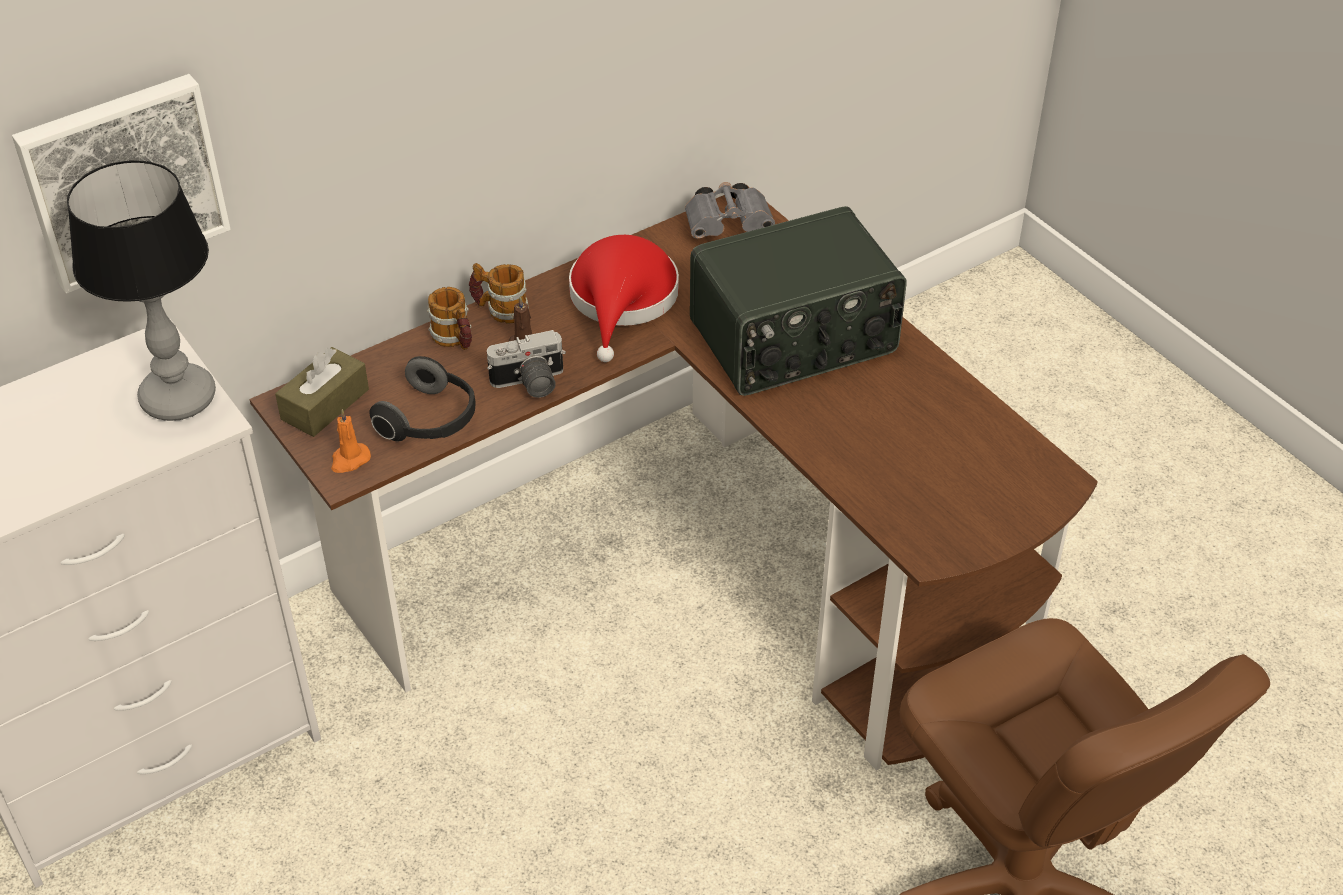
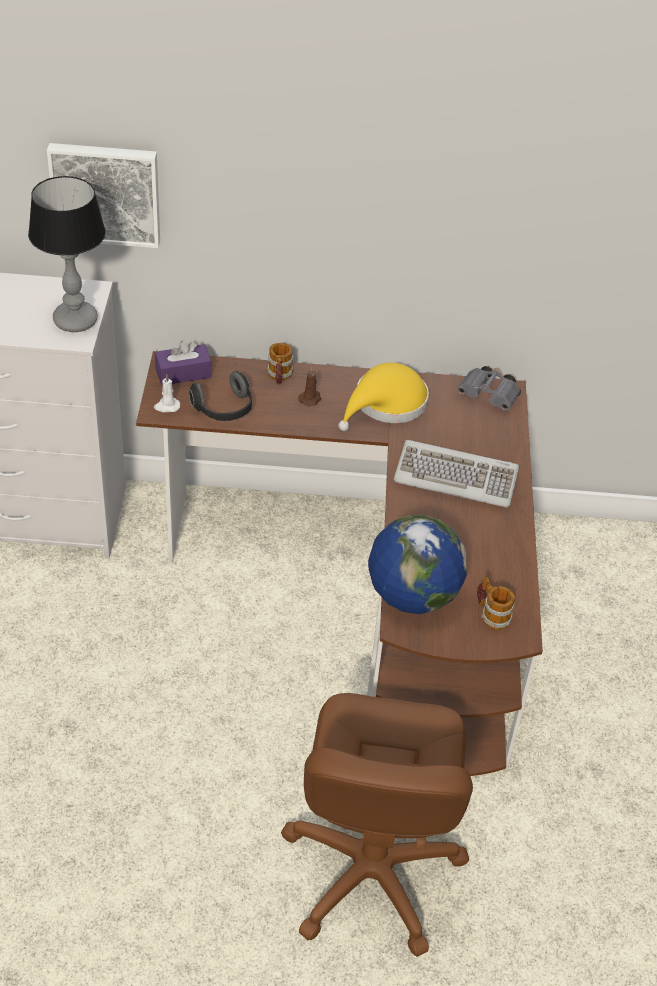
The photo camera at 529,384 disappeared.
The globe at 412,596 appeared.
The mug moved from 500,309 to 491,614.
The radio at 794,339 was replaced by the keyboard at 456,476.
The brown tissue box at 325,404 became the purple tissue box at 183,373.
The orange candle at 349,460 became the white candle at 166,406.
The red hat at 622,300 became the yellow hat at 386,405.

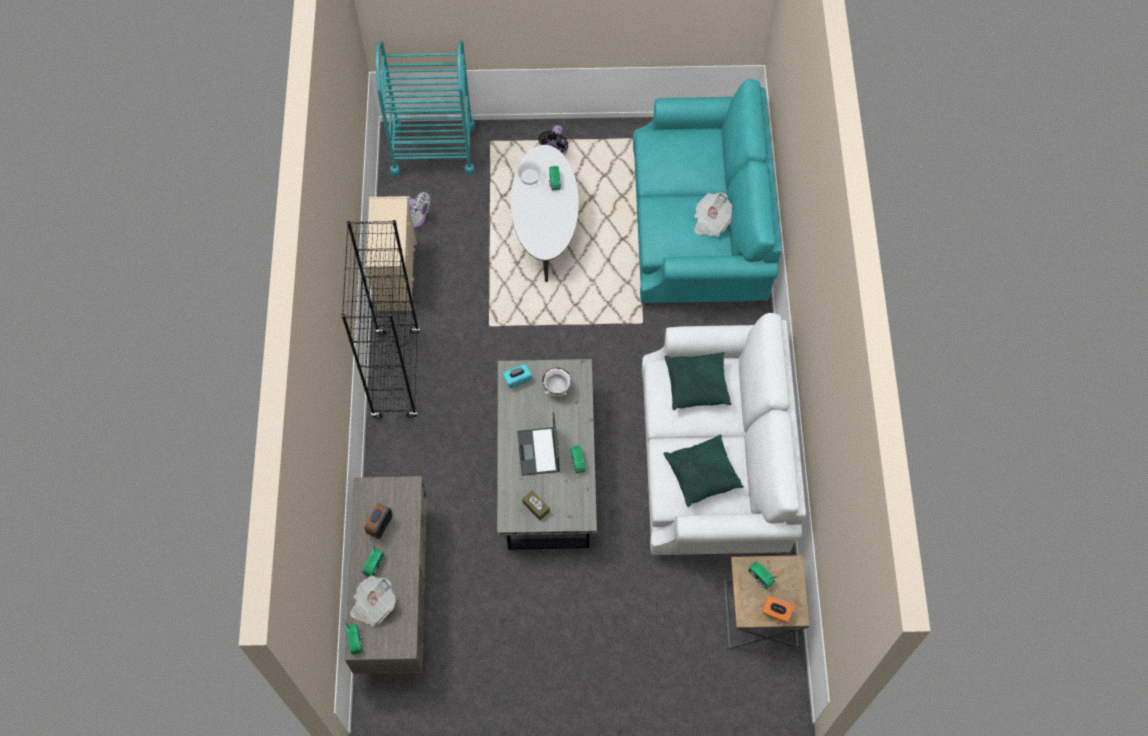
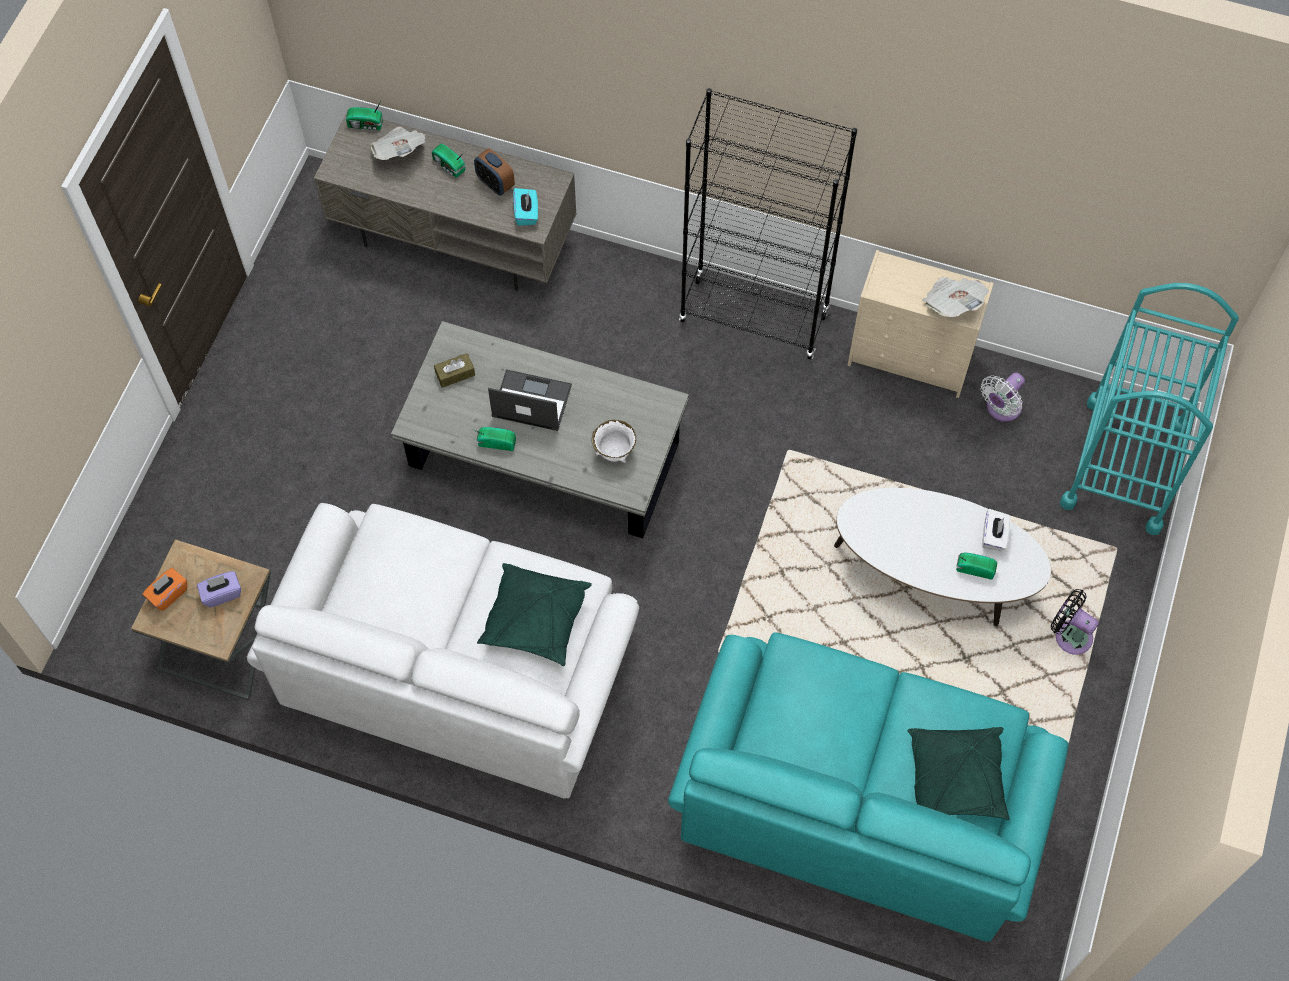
The turquoise tissue box moved from 517,379 to 526,213.
The green pillow moved from 702,474 to 956,779.
The newspaper moved from 711,221 to 952,304.
The bowl at 529,177 was replaced by the white tissue box at 994,536.
The radio at 761,578 was replaced by the purple tissue box at 222,593.

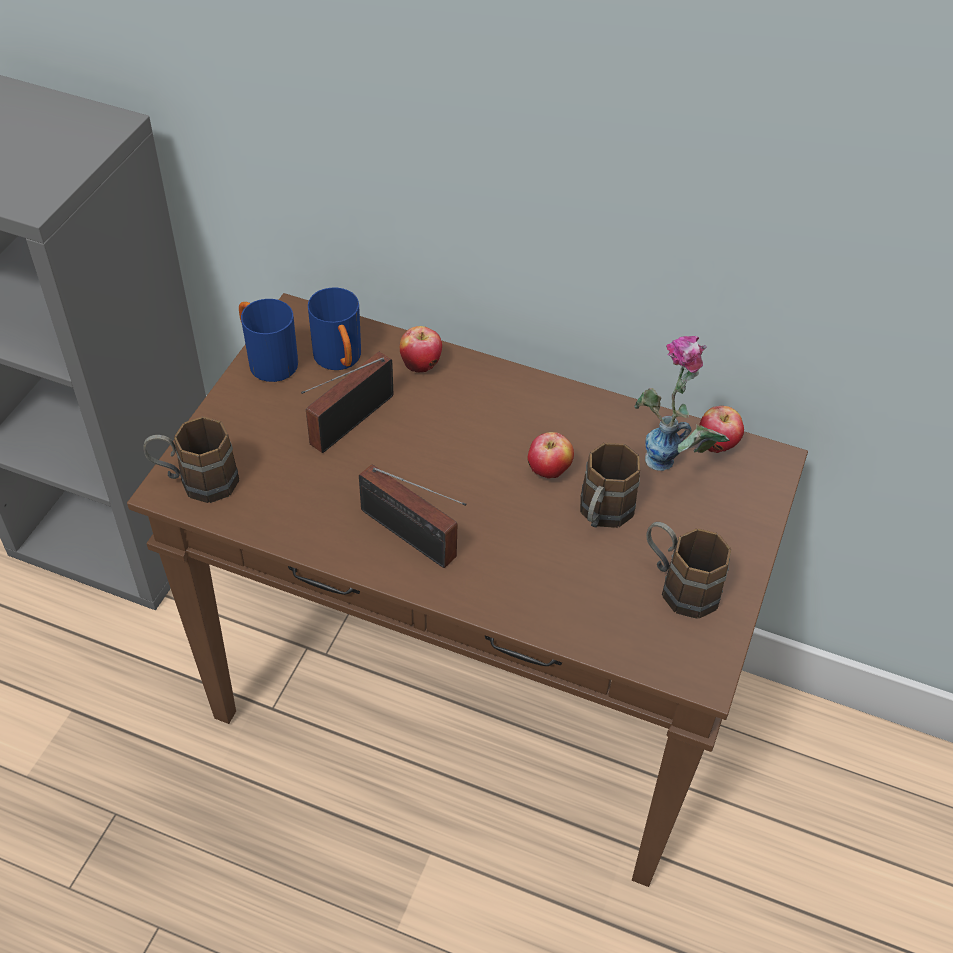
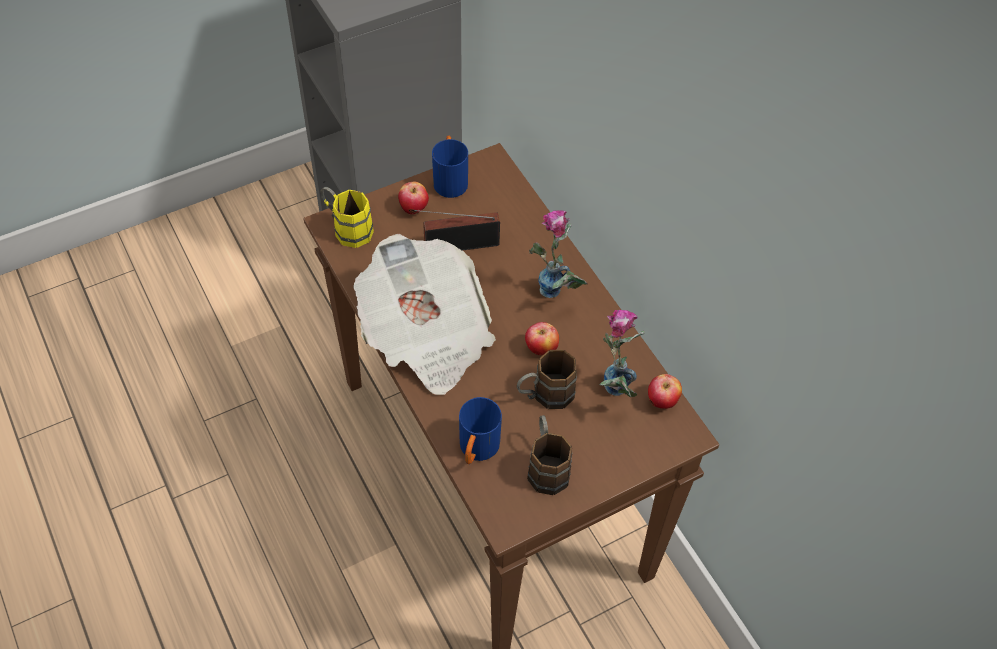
The vase at 554,301 appeared.
The blue mug moved from 340,361 to 477,451.
The apple moved from 421,365 to 414,209.
The radio at 412,538 was replaced by the newspaper at 426,335.
The brown mug at 196,481 became the yellow mug at 347,228.

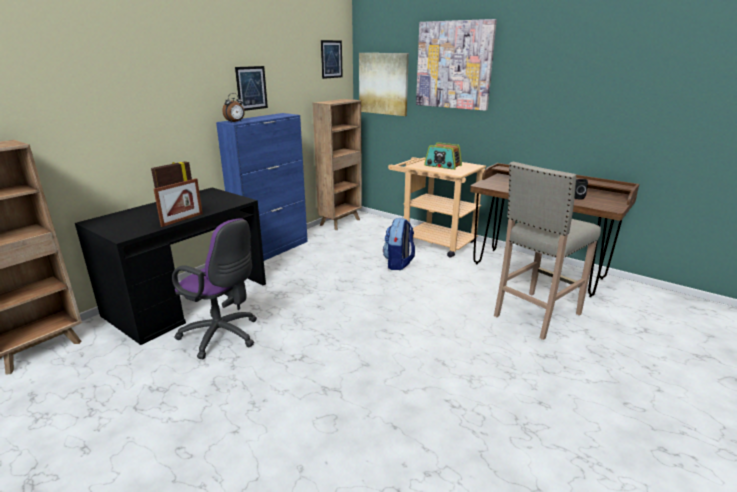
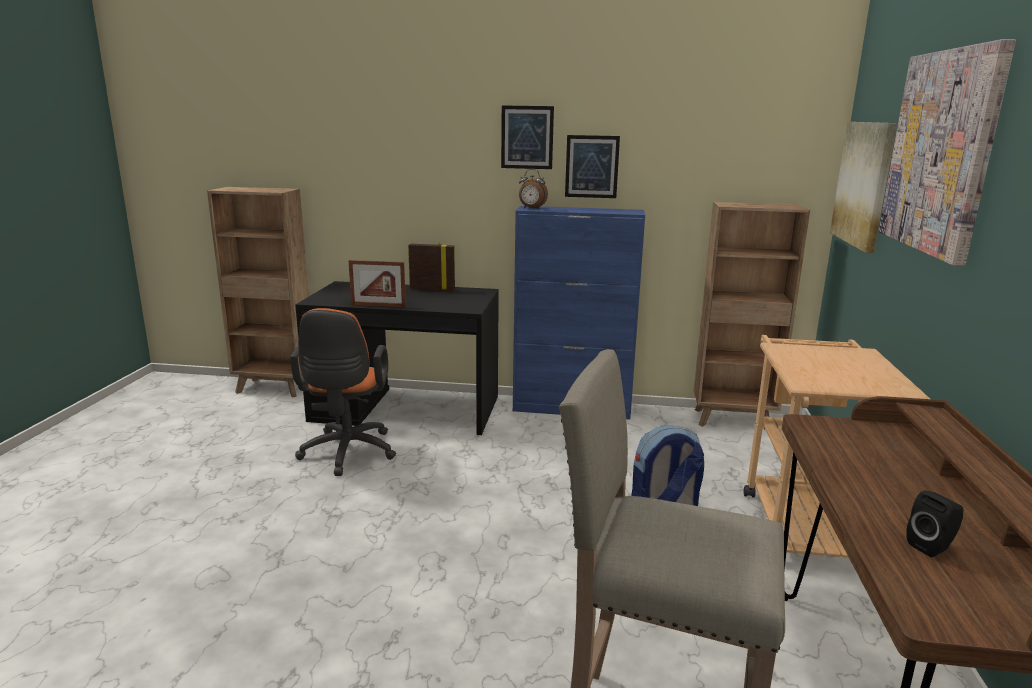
The radio at 442,166 disappeared.
The picture moved from 331,59 to 527,137.
The purple office chair at 223,336 became the orange office chair at 347,454.

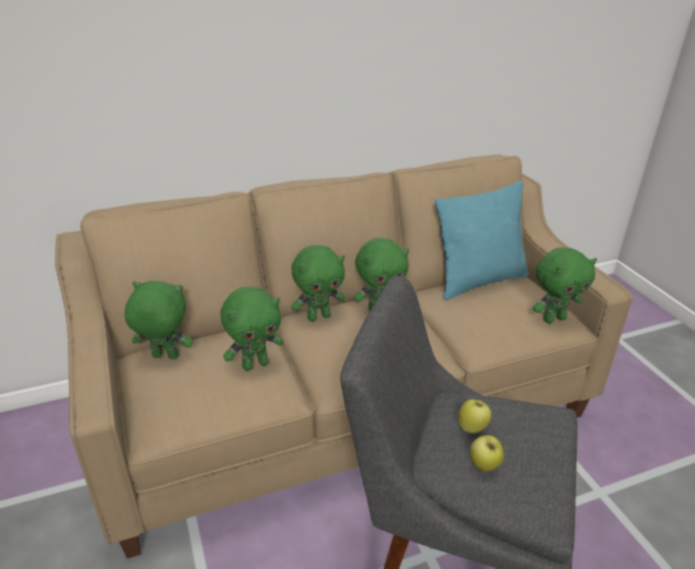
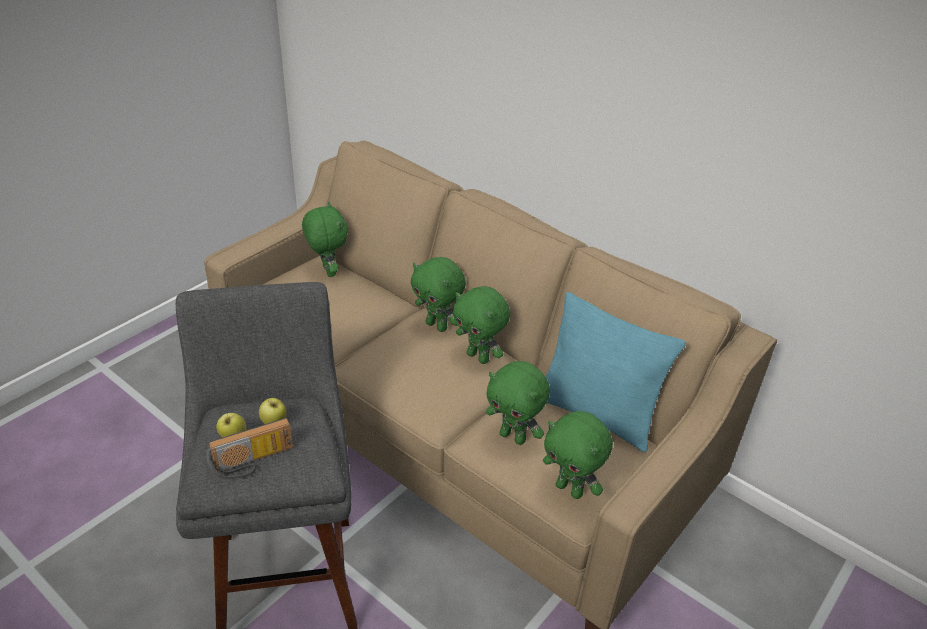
The radio at 253,463 appeared.
The green plush toy moved from 255,364 to 513,437.

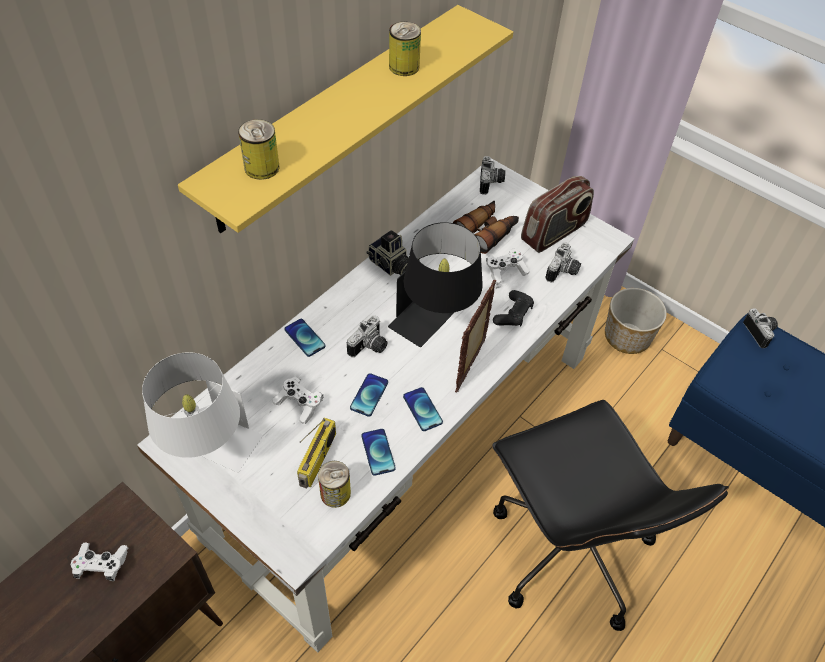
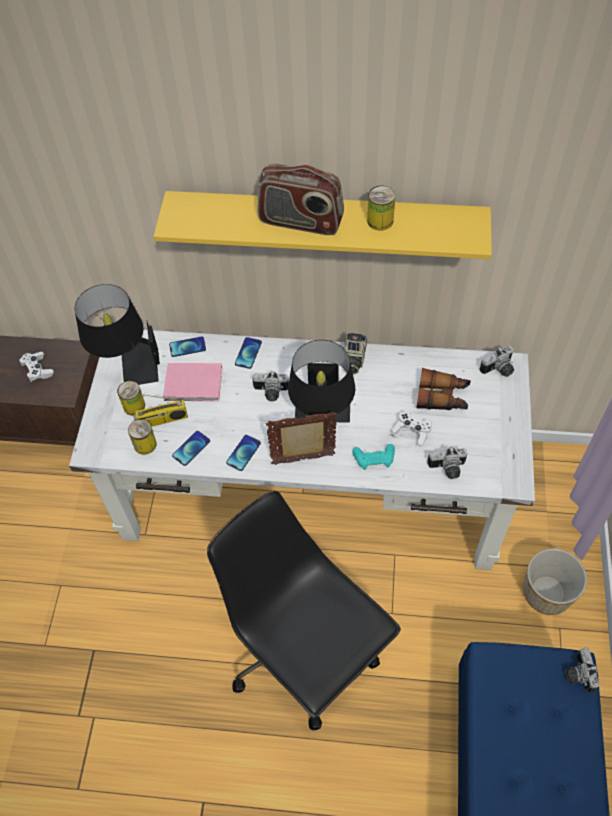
The can moved from 262,167 to 134,406.
The phone moved from 369,395 to 187,347.
The radio moved from 554,233 to 301,221.
The white game controller at 299,404 was replaced by the pink book at 195,384.
The white table lamp at 211,453 became the black table lamp at 127,365.
The black game controller at 513,314 became the turquoise game controller at 374,459.
The black office chair at 568,548 turned 105 degrees clockwise.
The photo camera at 761,332 turned 135 degrees clockwise.

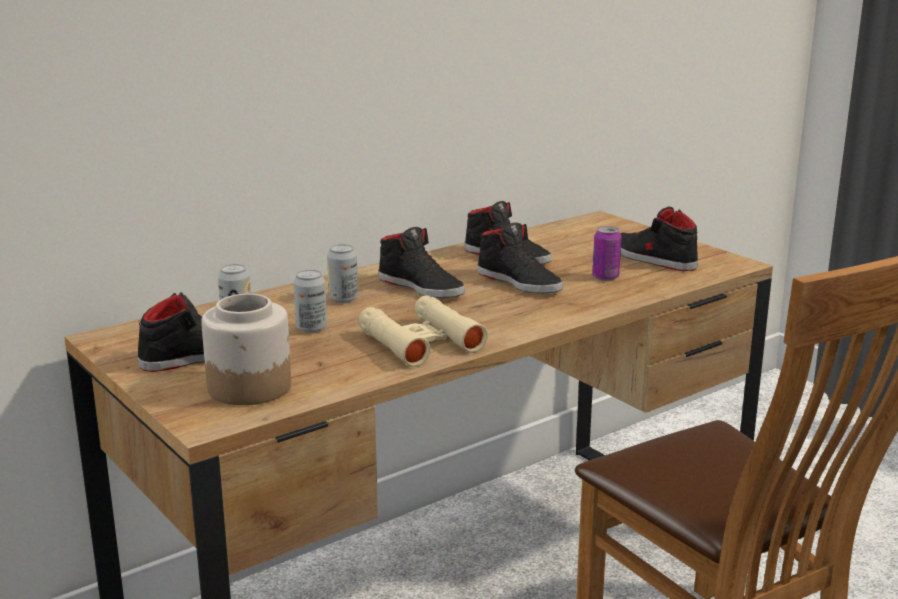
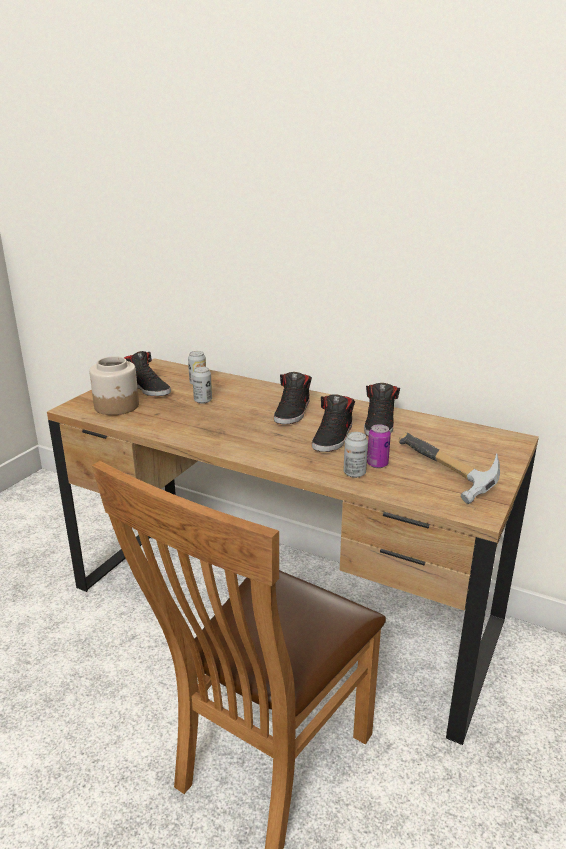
The beige binoculars at 421,342 disappeared.
The can moved from 343,299 to 354,473.
The black shoe at 651,258 was replaced by the hammer at 443,475.

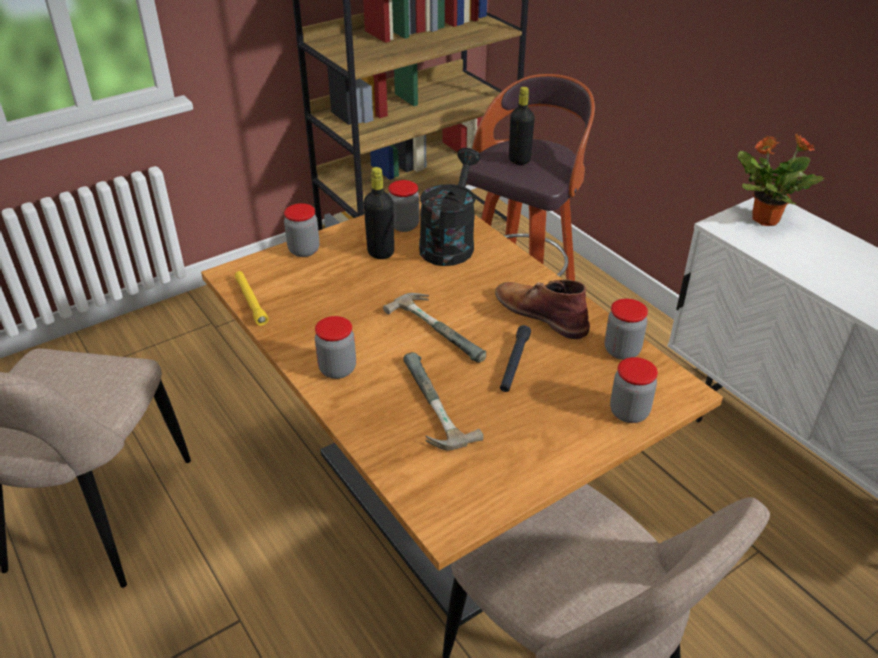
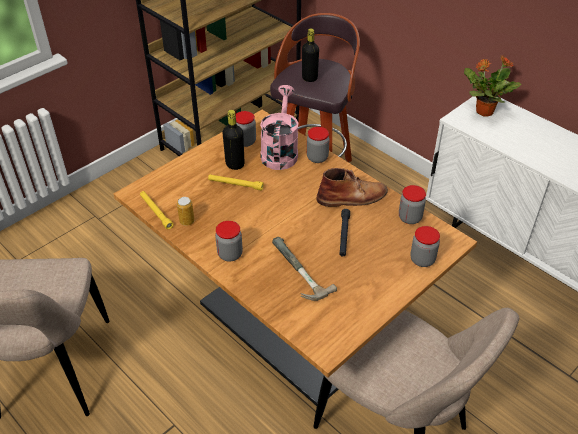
The hammer at 443,328 disappeared.
The can at 187,221 appeared.
The yellow flashlight at 235,185 appeared.
The jar moved from 304,250 to 317,158.
The black watering can at 449,242 became the pink watering can at 280,151.
The brown boot at 540,313 turned 135 degrees clockwise.

